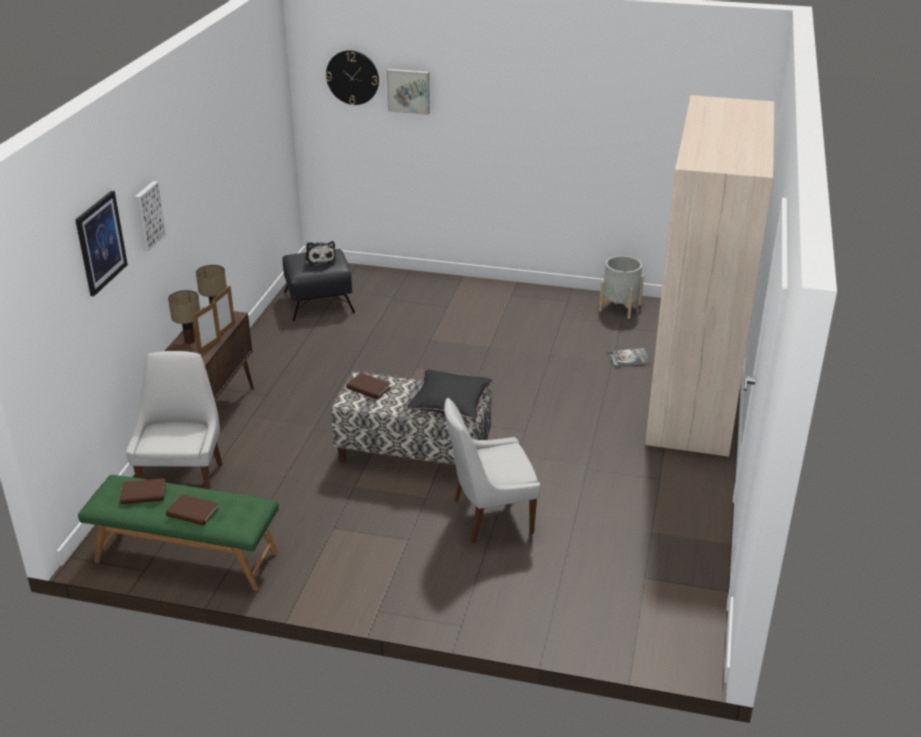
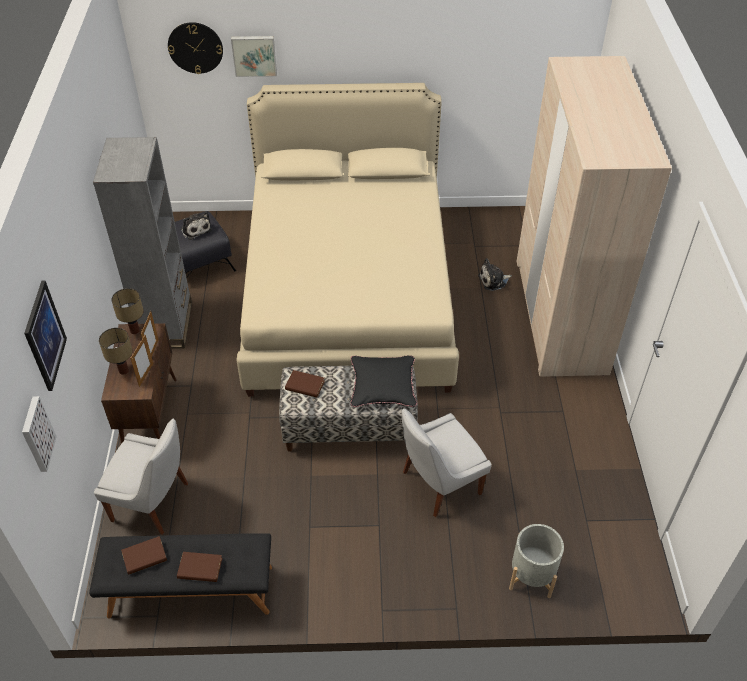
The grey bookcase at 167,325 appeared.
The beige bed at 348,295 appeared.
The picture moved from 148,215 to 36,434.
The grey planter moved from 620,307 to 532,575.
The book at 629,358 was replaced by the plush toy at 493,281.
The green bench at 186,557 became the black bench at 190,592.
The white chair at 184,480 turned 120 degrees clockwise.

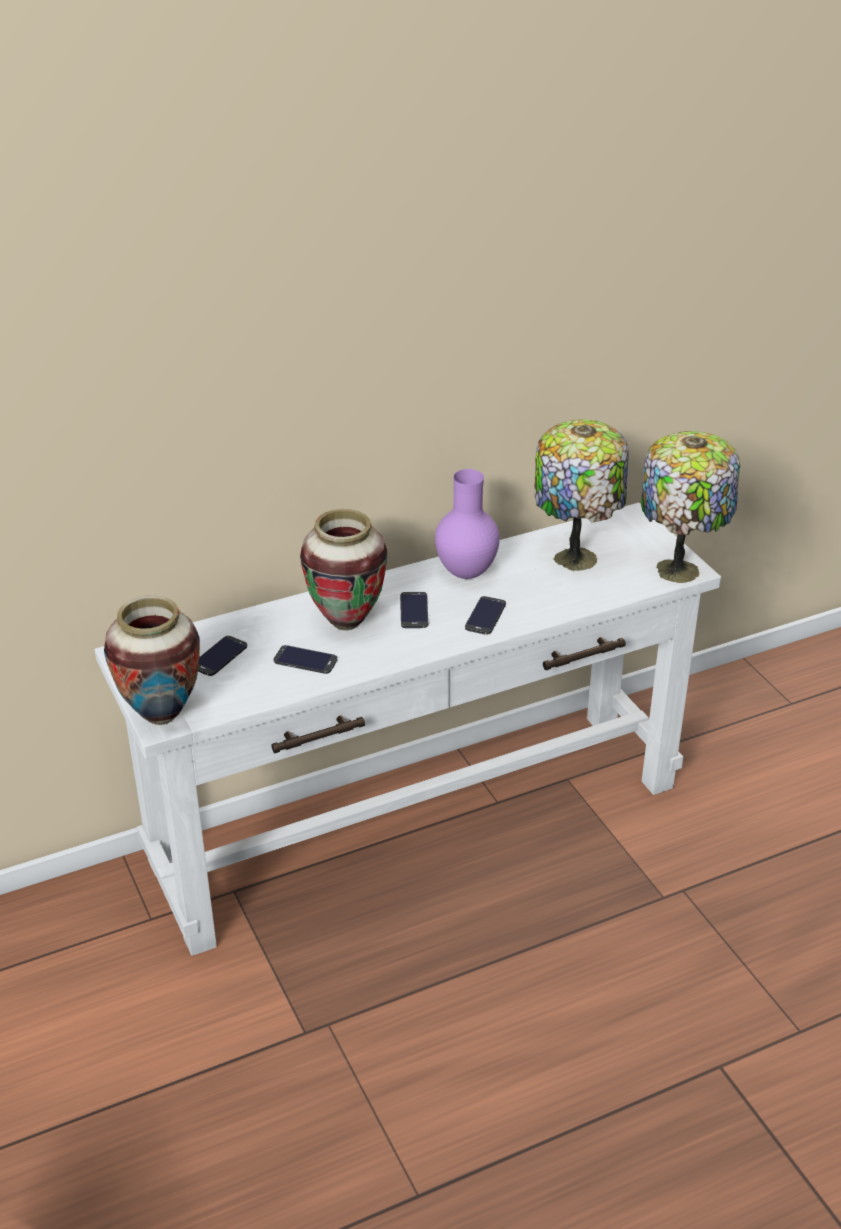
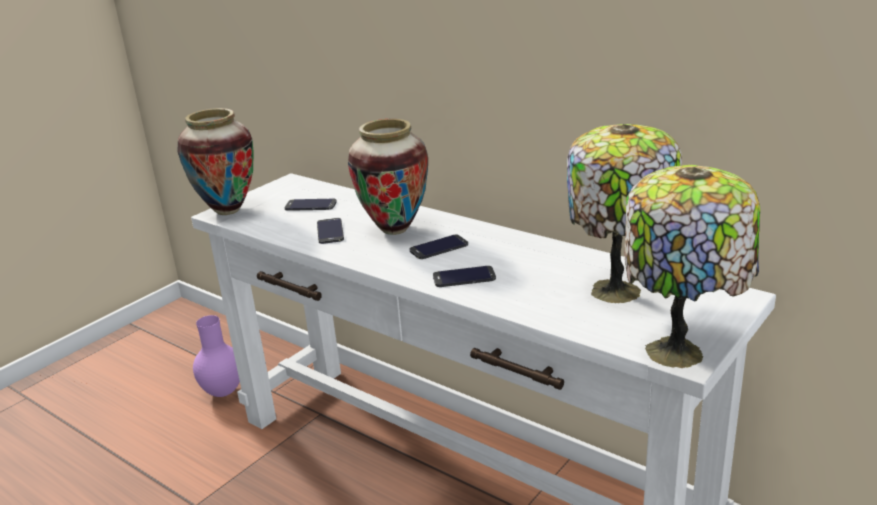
The purple vase moved from 467,574 to 222,393.

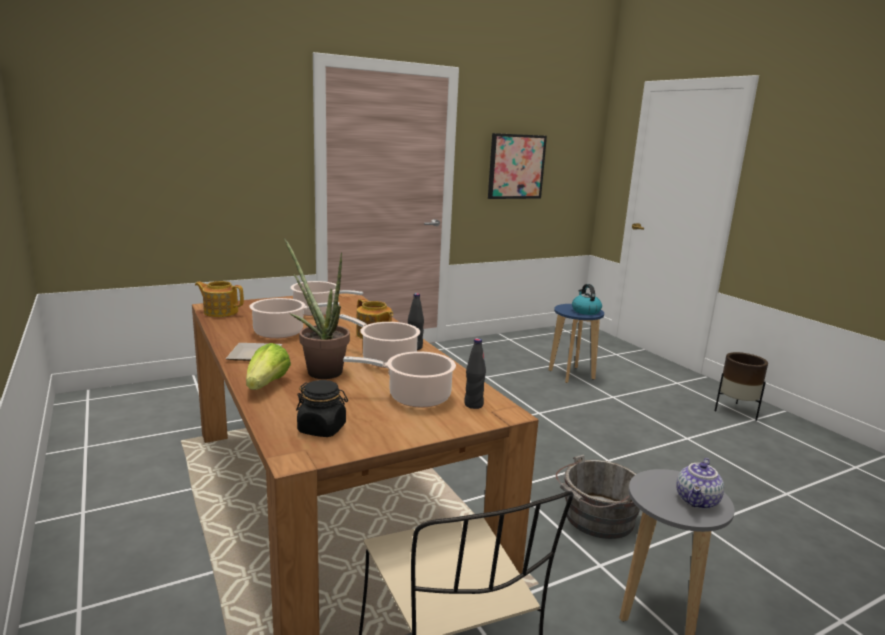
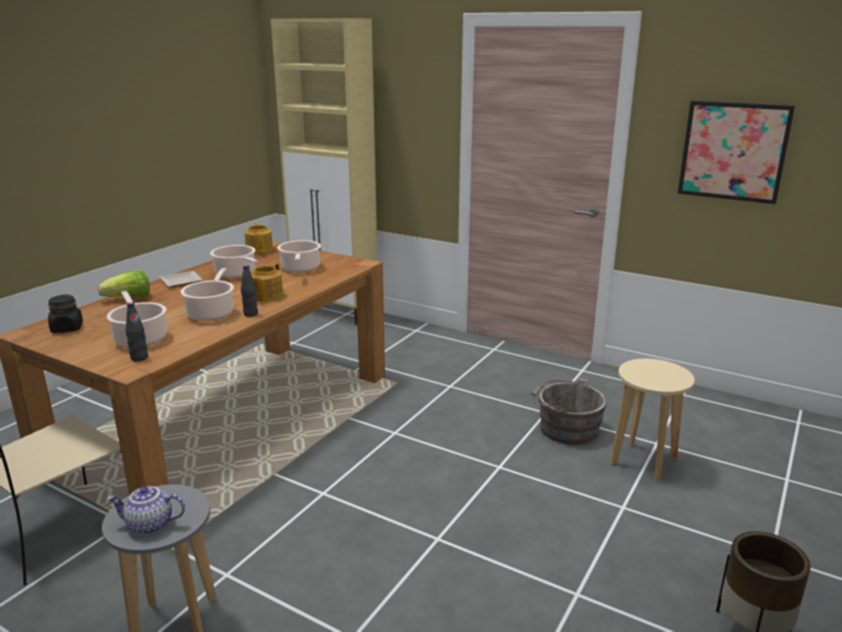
The potted plant at 319,370 disappeared.
The kettle at 585,311 disappeared.
The beige cabinet at 336,312 appeared.
The grey bucket moved from 596,518 to 565,428.
The blue stool at 571,375 became the beige stool at 644,462.

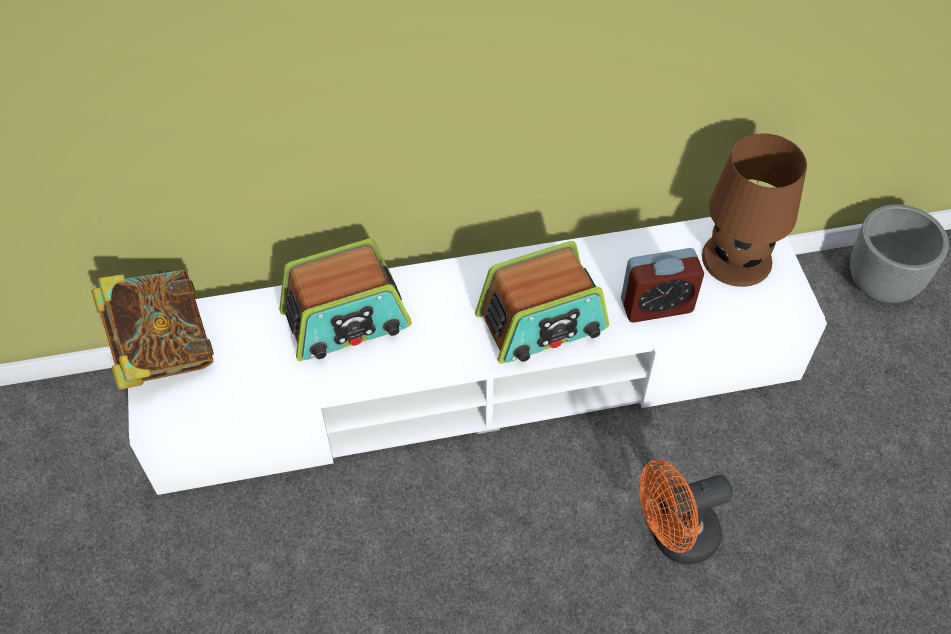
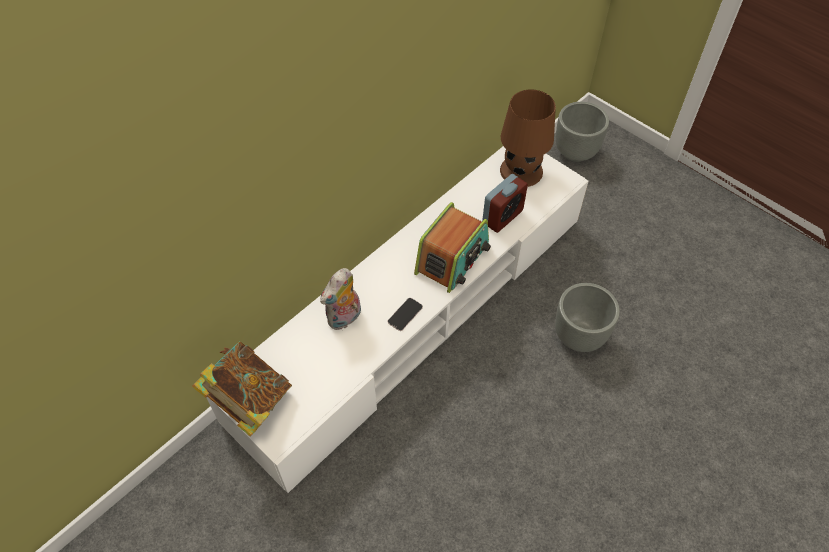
The phone at 405,314 appeared.
The radio at 346,320 was replaced by the plush toy at 345,318.
The orange fan at 674,537 was replaced by the grey planter at 579,336.

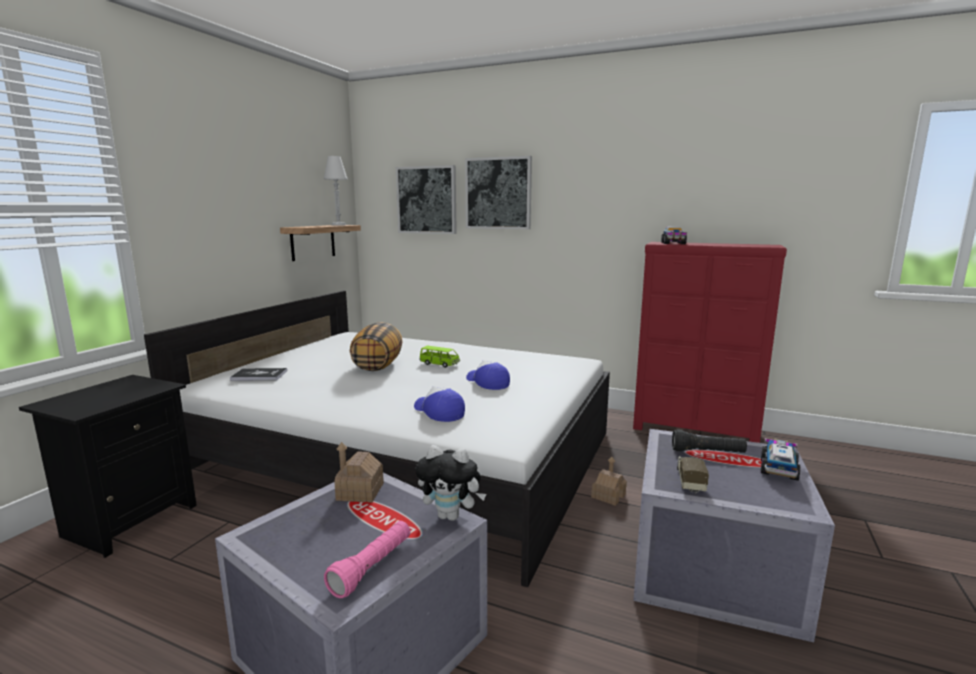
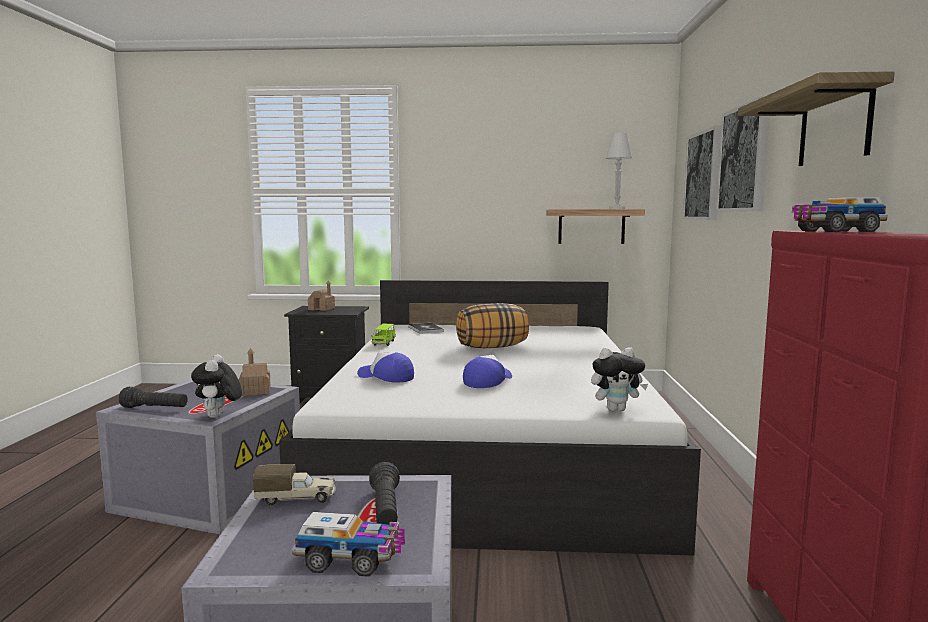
The plush toy at 616,409 appeared.
The shelf at 834,126 appeared.
The green toy car moved from 439,364 to 384,343.
The toy house moved from 608,496 to 321,309.
The pink flashlight at 372,568 became the black flashlight at 155,408.
The cap at 438,412 turned 90 degrees counterclockwise.

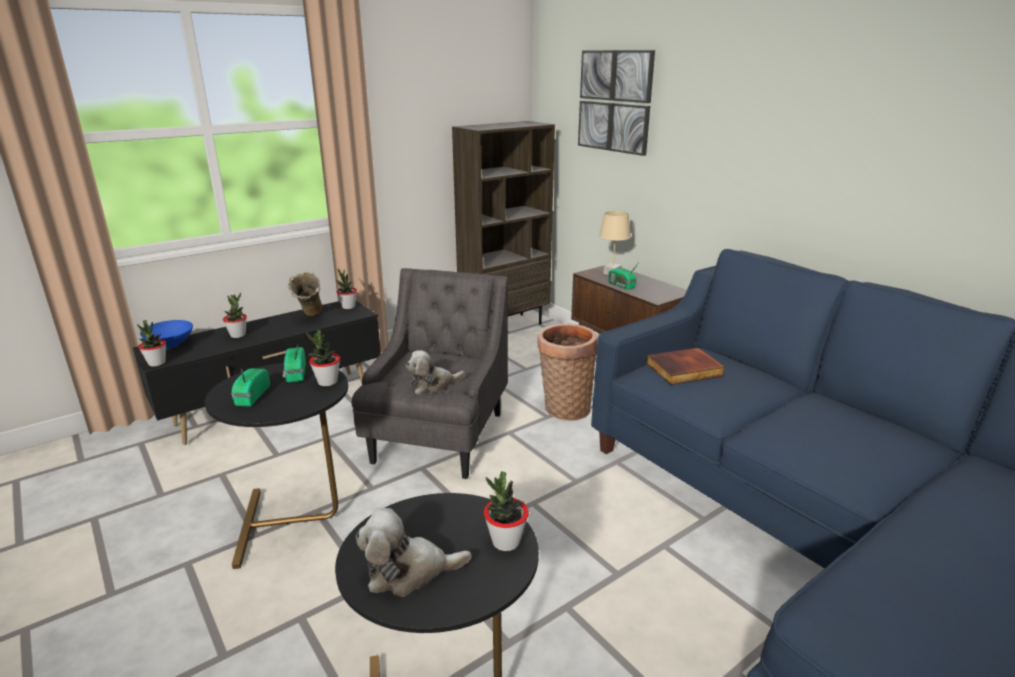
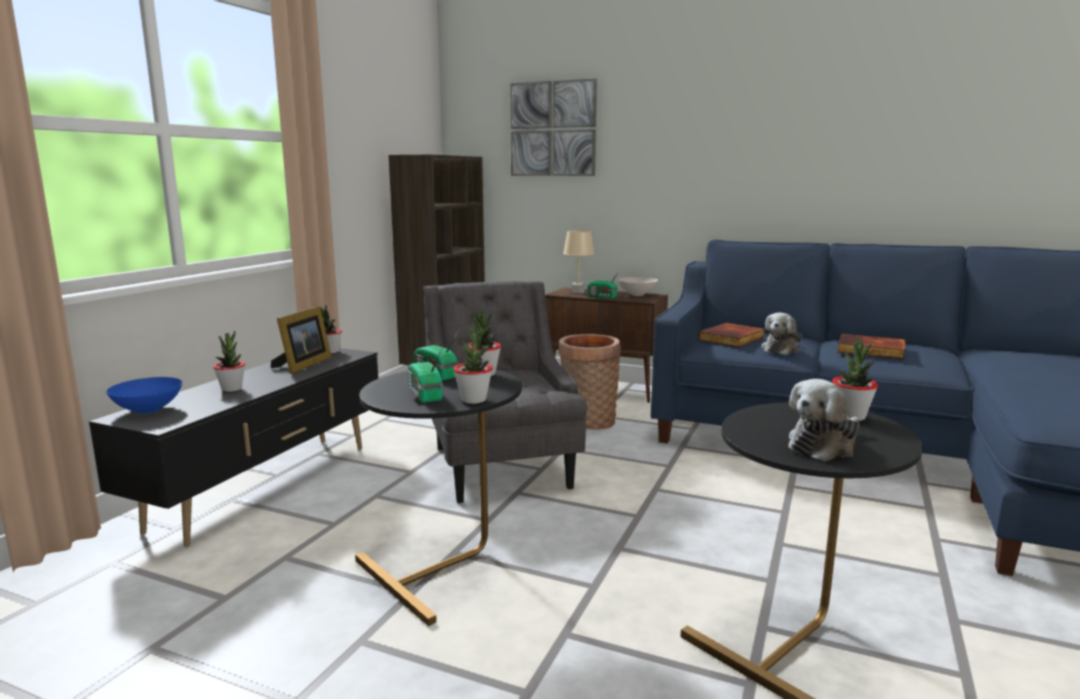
The white bowl at 636,294 appeared.
The book at 870,351 appeared.
The potted plant moved from 156,363 to 473,400.
The plush toy moved from 433,385 to 781,349.
The beige vase at 311,319 was replaced by the picture frame at 303,365.

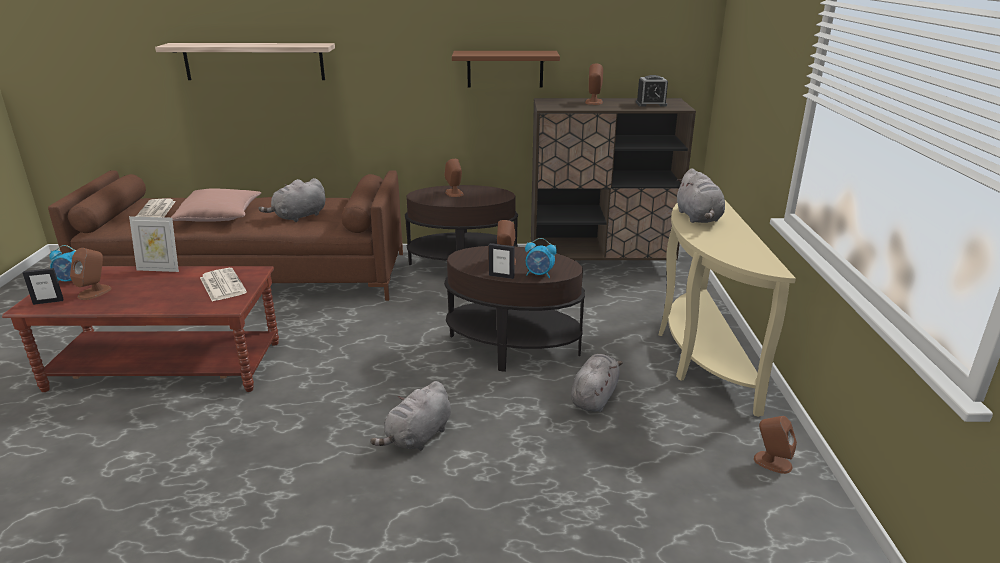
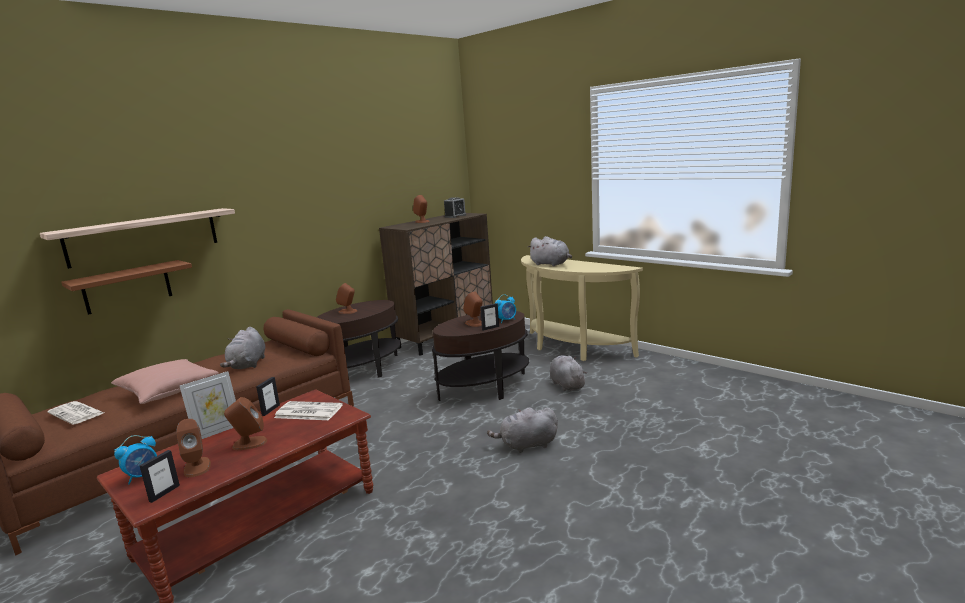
The picture frame at 270,410 appeared.
The brown shelf moved from 505,69 to 127,287.
The brown speaker moved from 772,462 to 249,443.
The grey plush toy at 417,437 turned 90 degrees clockwise.

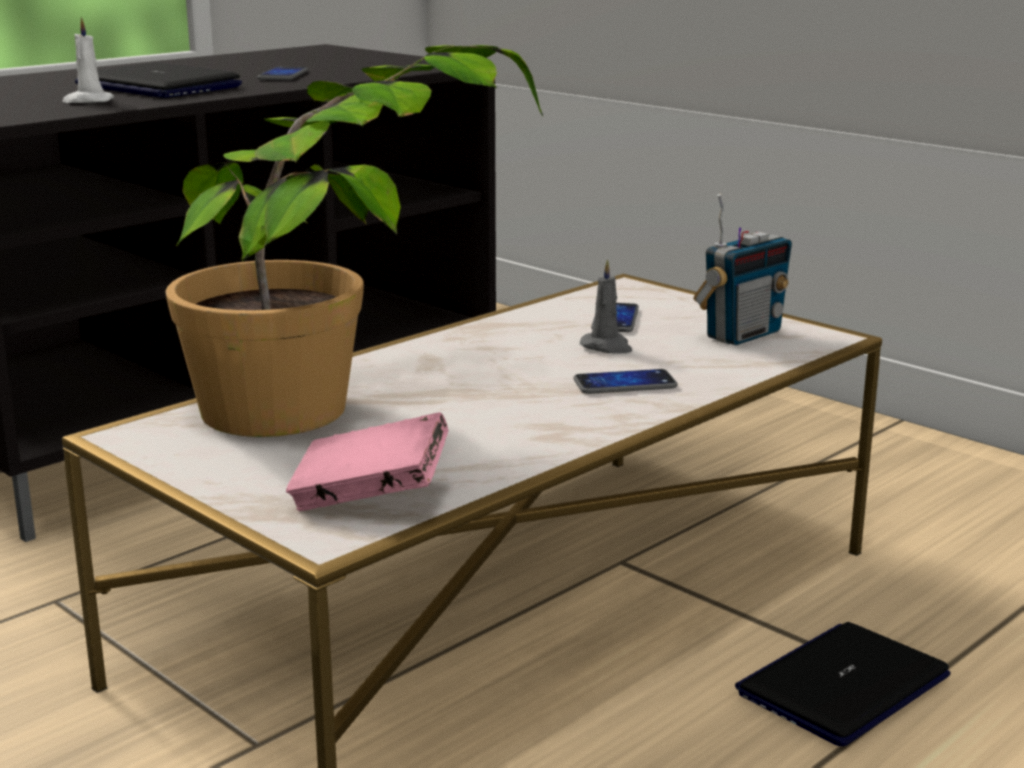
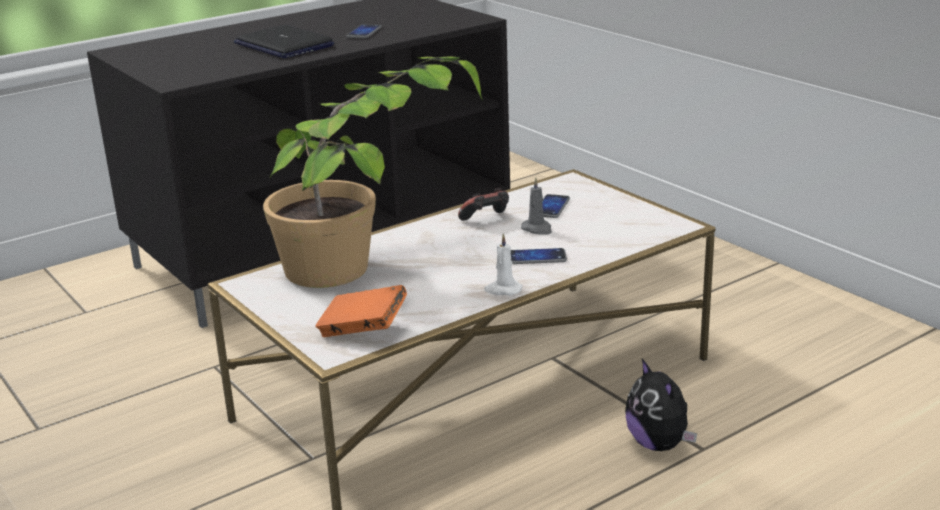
The radio at 742,335 disappeared.
The game controller at 486,220 appeared.
The white candle moved from 88,101 to 503,290.
The laptop at 843,685 was replaced by the plush toy at 659,444.
The pink book at 370,498 became the orange book at 363,330.

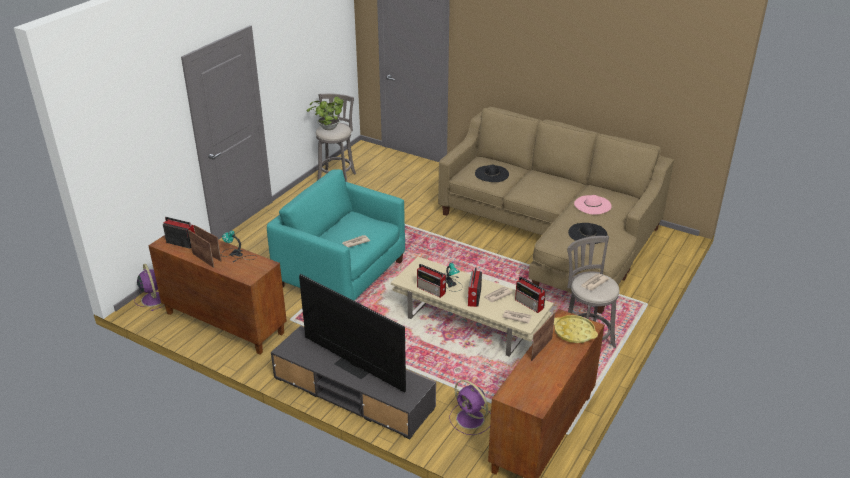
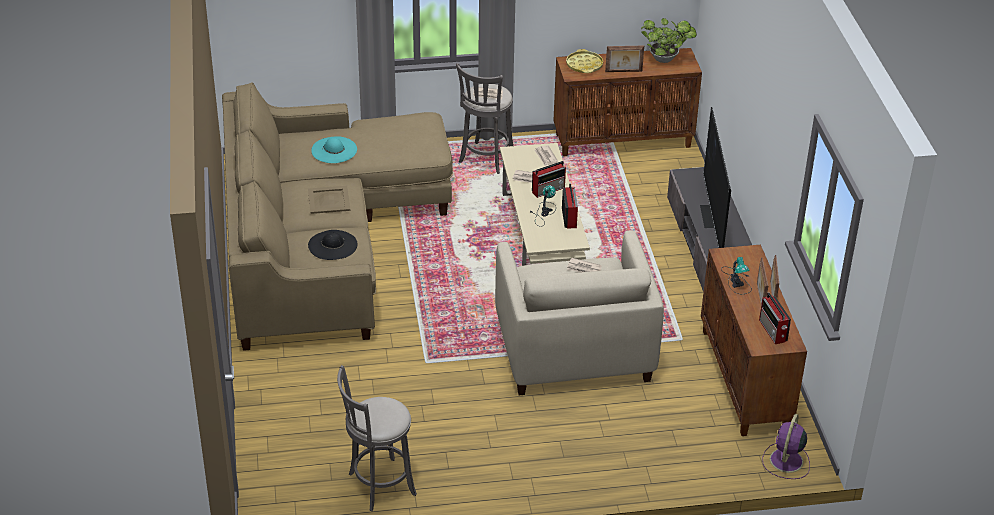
The purple fan at 471,419 disappeared.
The radio at 530,304 disappeared.
The black hat at 587,233 disappeared.
The beige tray at 329,200 appeared.
The potted plant moved from 327,128 to 665,59.
The turquoise armchair at 342,274 became the beige armchair at 573,349.
The pink hat at 592,205 became the turquoise hat at 334,150.

